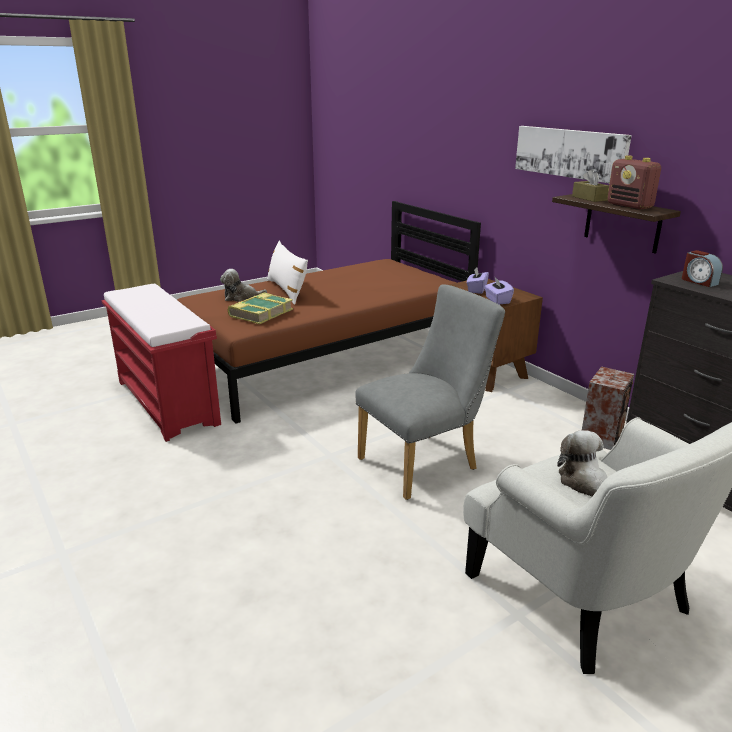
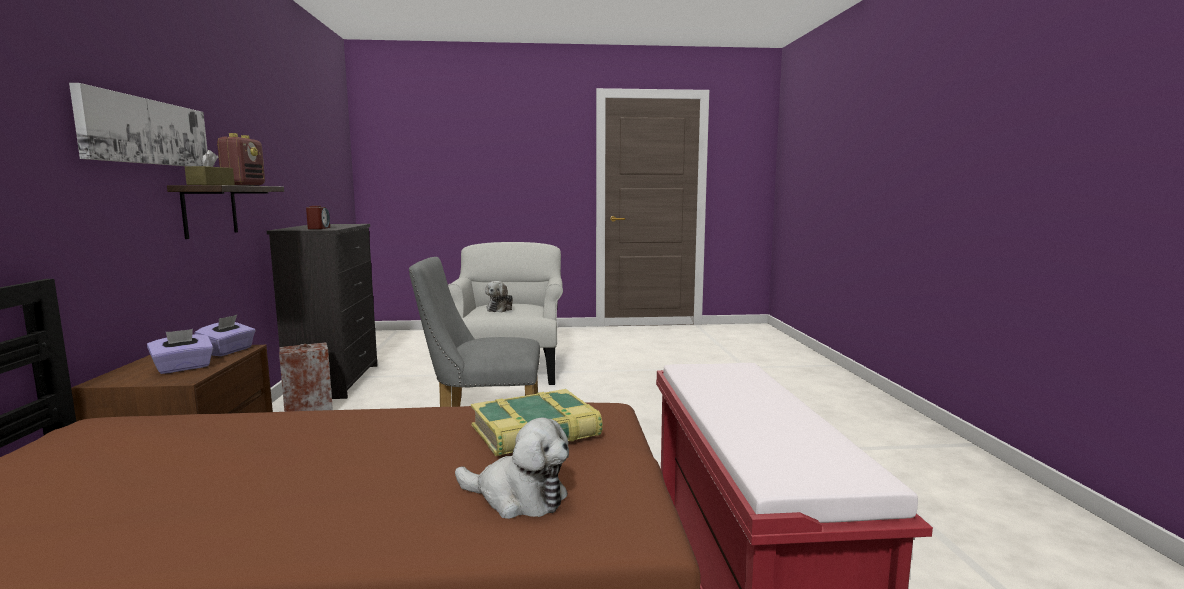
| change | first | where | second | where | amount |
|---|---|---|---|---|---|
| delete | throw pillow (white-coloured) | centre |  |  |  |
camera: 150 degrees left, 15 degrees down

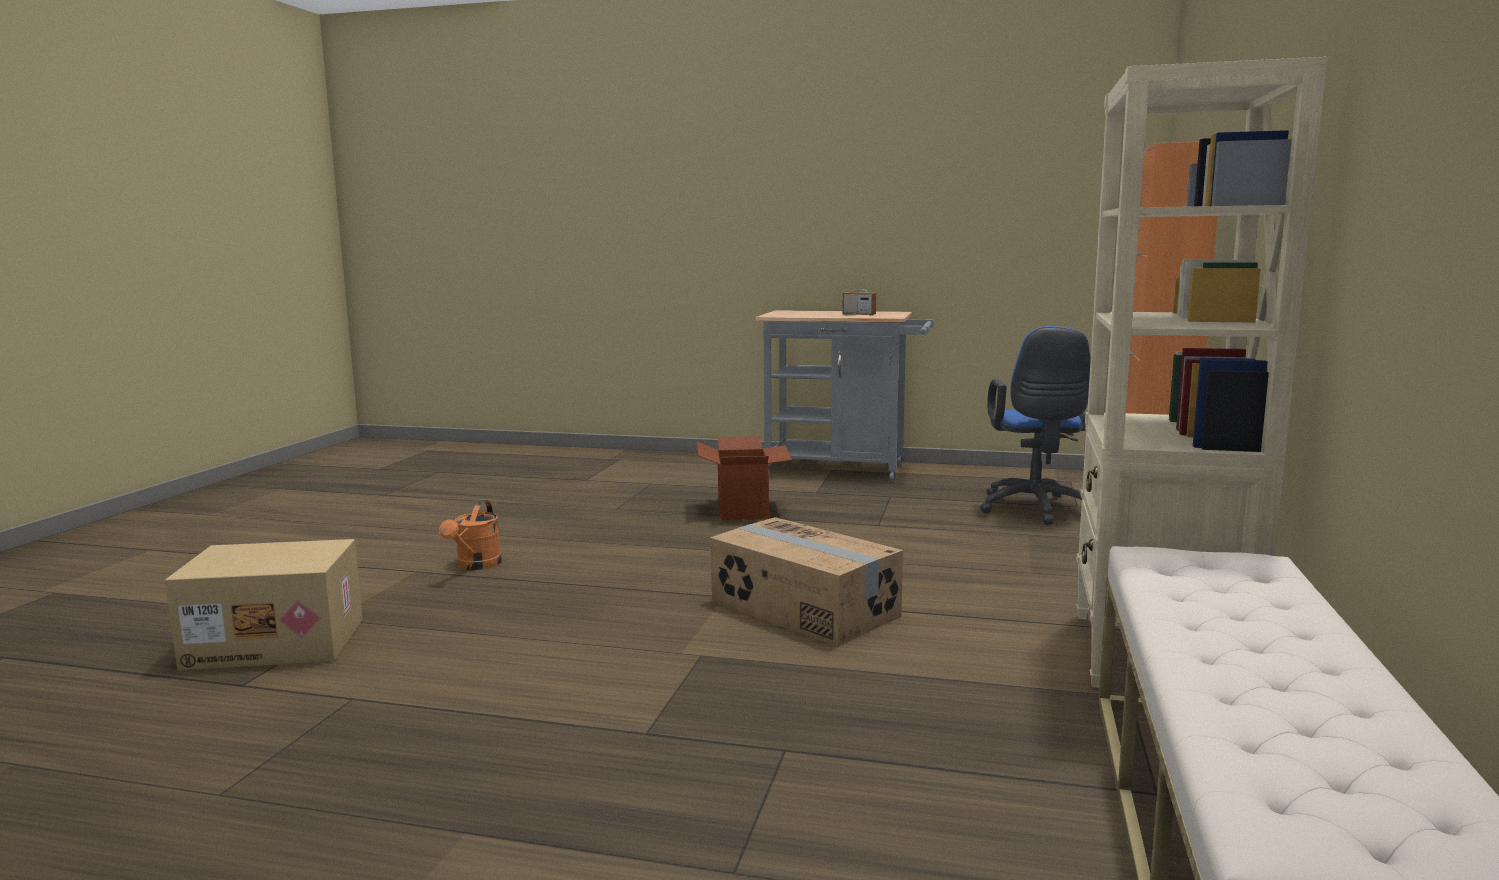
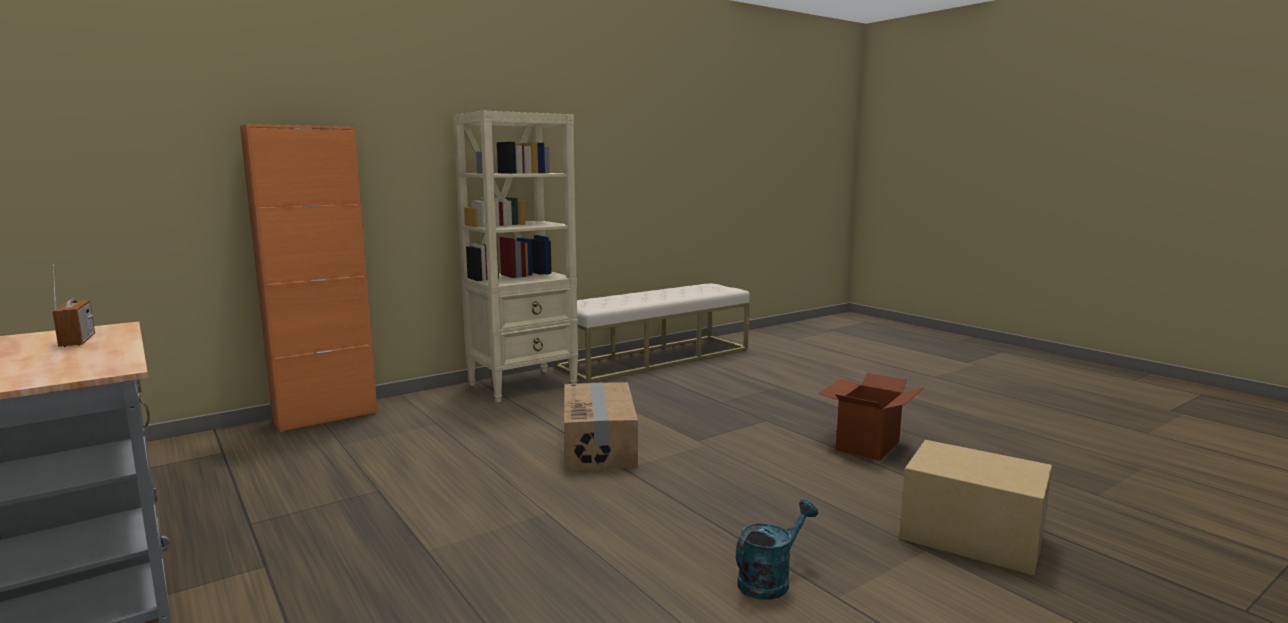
| change | first | where | second | where | amount |
|---|---|---|---|---|---|
| recolor | watering pot (orangey) | middle left | watering pot (turquoise) | bottom centre |  |
| move | cardboard box (2nd from left) | centre |  | bottom right |  |
| delete | desk chair (blue-coloured) | middle right |  |  |  |
camera: 140 degrees left, 0 degrees up

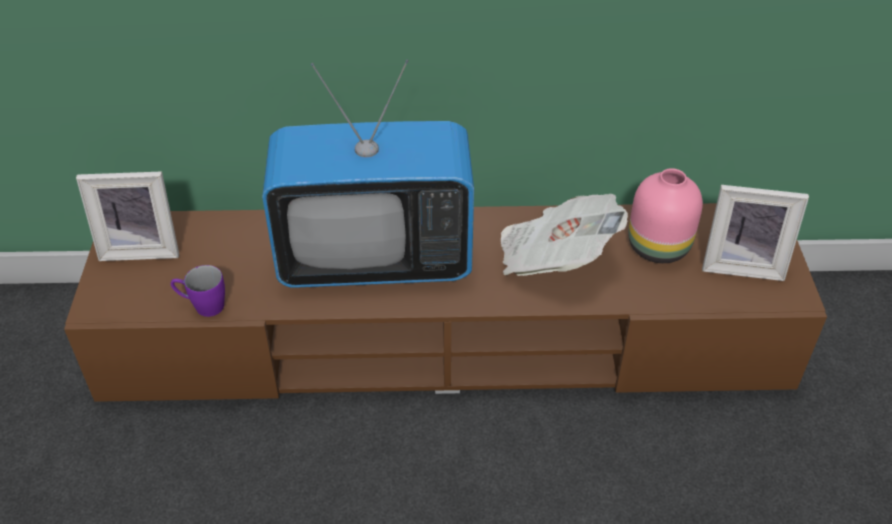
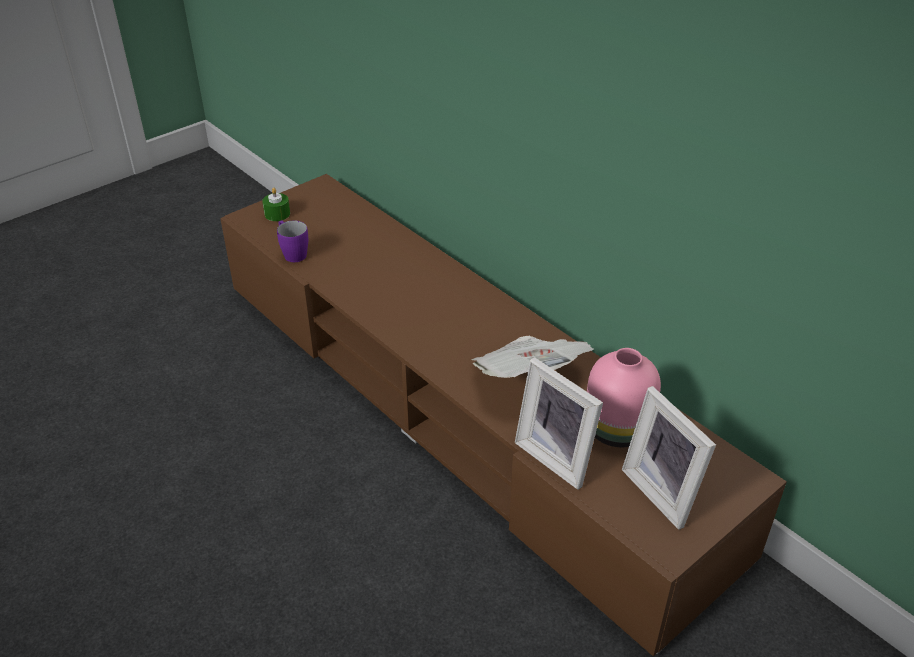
| change | first | where | second | where | amount |
|---|---|---|---|---|---|
| move | standing frame (1st from left) | middle left |  | centre |  |
| delete | TV set | top centre |  |  |  |
| insert |  |  | wax light (green-coloured) | top left |  |
camera: 50 degrees right, 5 degrees down

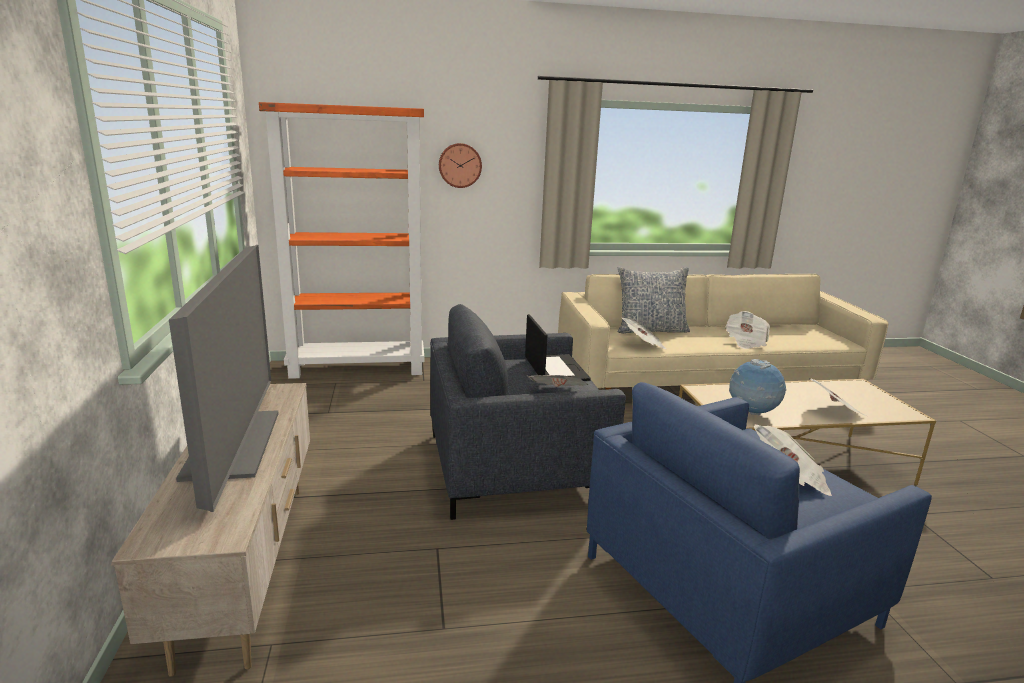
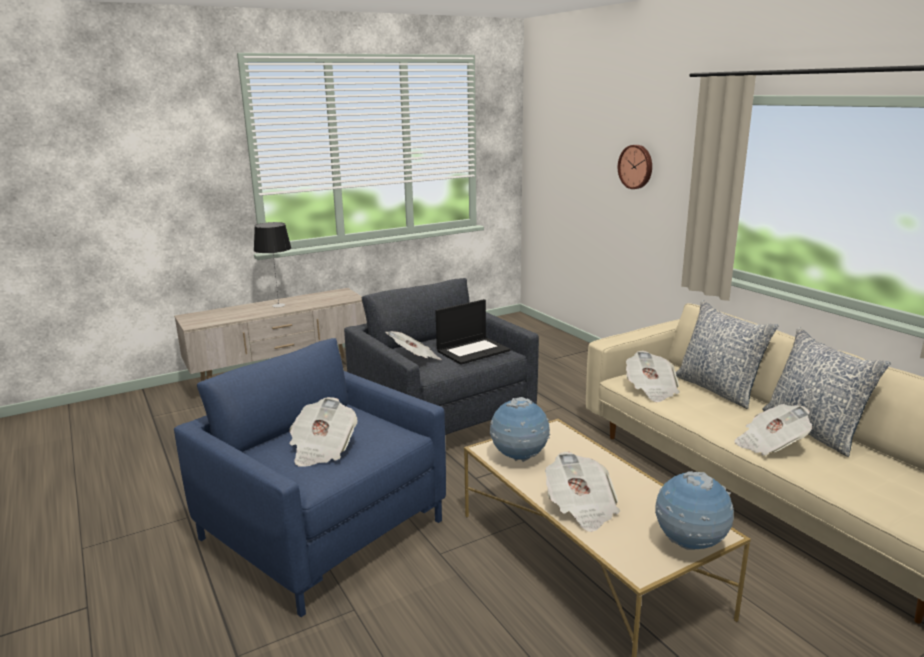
| change | first | where | second | where | amount |
|---|---|---|---|---|---|
| replace | TV set | middle left | tabletop lamp | middle left |  |
| delete | bookshelf (orangey) | middle left |  |  |  |
| insert |  |  | desk globe (2nd from left) | bottom right |  |
| insert |  |  | throw pillow (2nd from left) | middle right |  |
camera: 70 degrees right, 0 degrees up

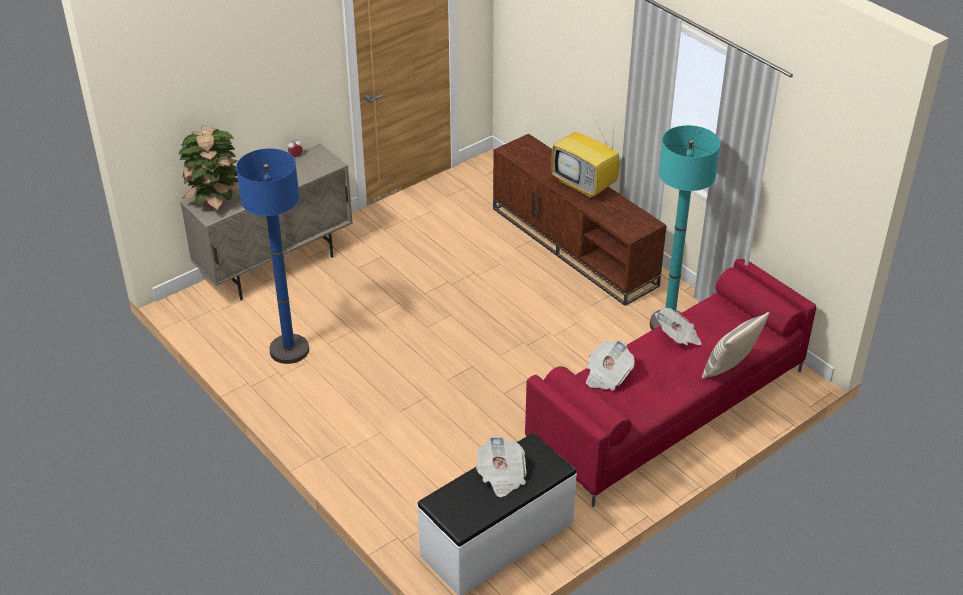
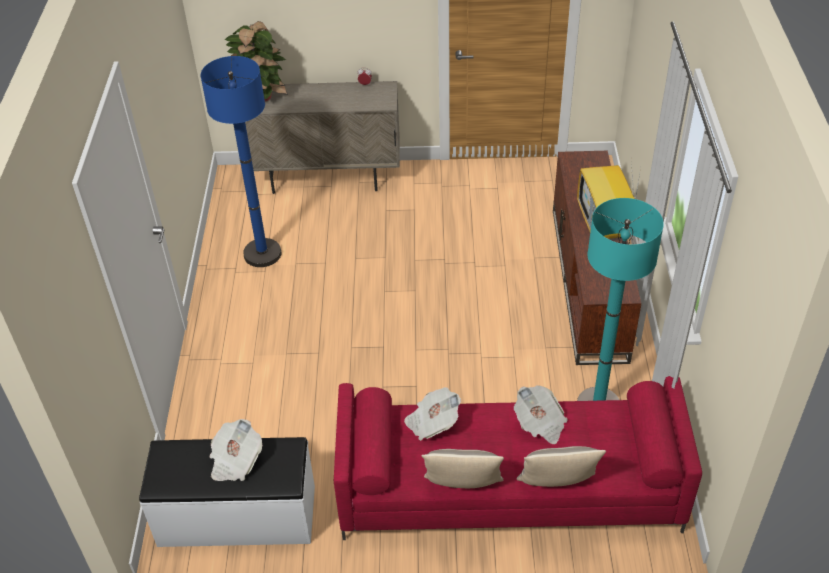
| change | first | where | second | where | amount |
|---|---|---|---|---|---|
| insert |  |  | throw pillow (1st from left) | bottom centre |  |
camera: 40 degrees right, 5 degrees up

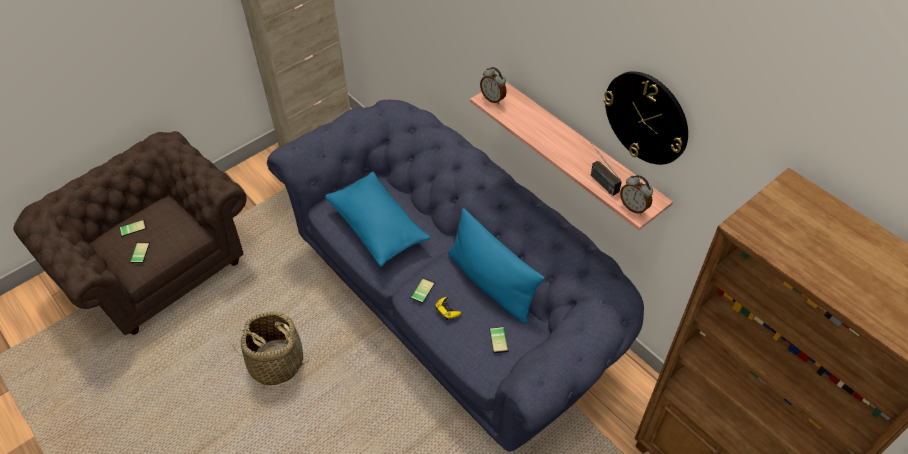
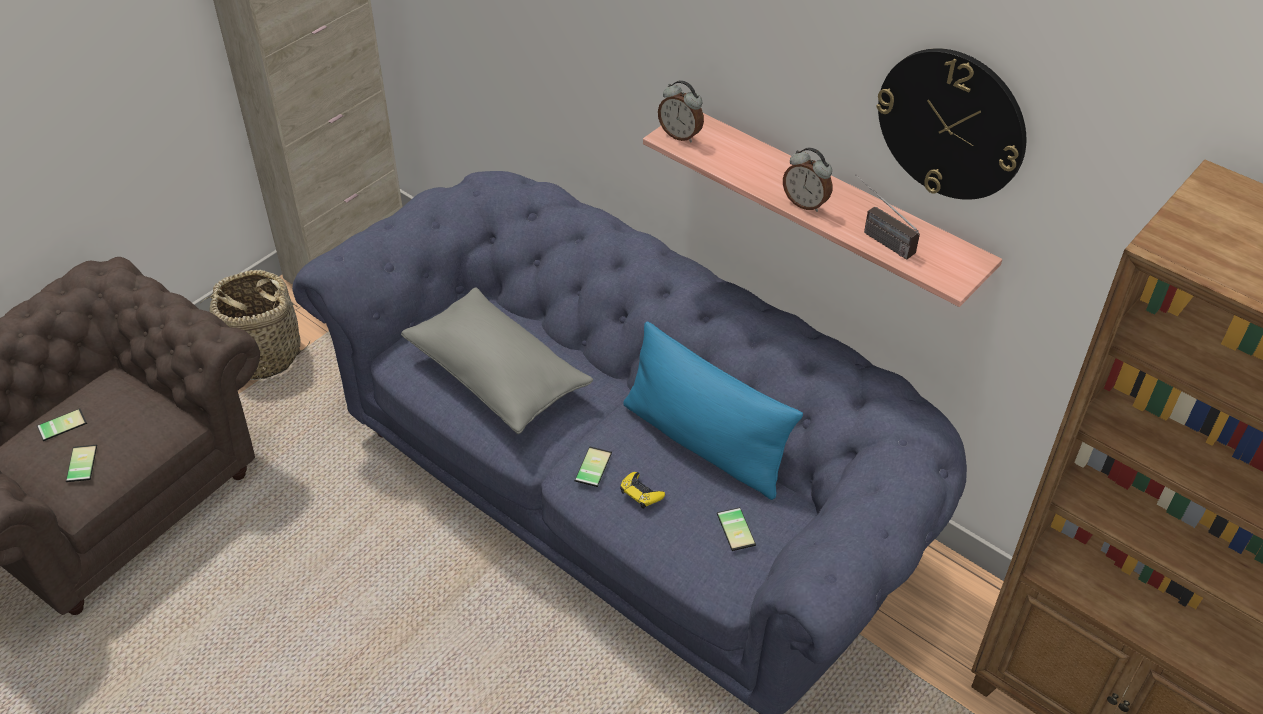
| change | first | where | second | where | amount |
|---|---|---|---|---|---|
| move | household basket | bottom left |  | middle left |  |
| recolor | throw pillow (blue-coloured) (1st from left) | centre | throw pillow (grey) | centre |  |
| move | bedside clock (2nd from left) | middle right |  | top centre |  |
camera: 10 degrees left, 5 degrees down

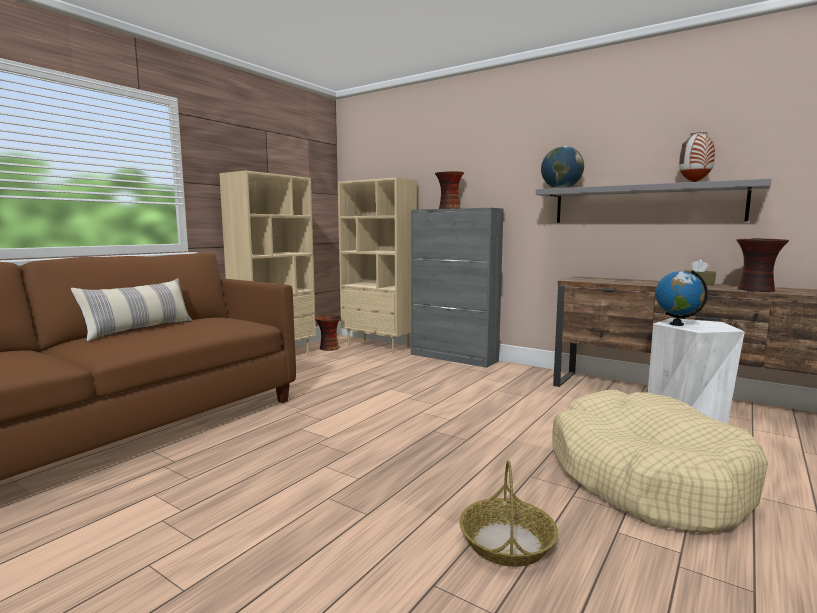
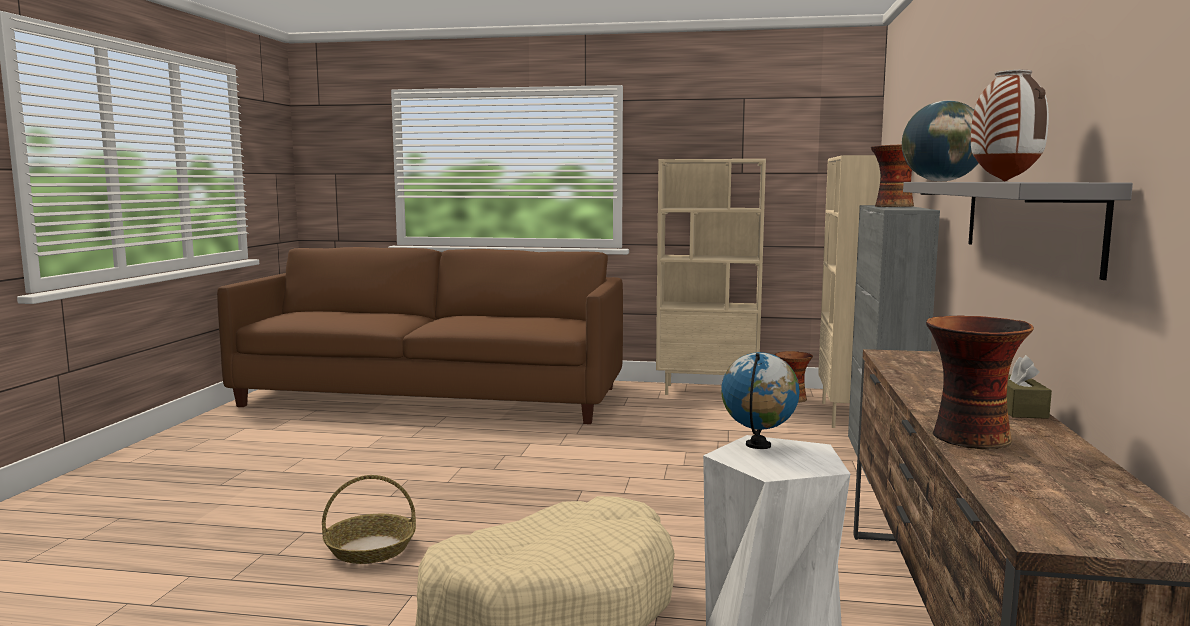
| change | first | where | second | where | amount |
|---|---|---|---|---|---|
| delete | throw pillow | middle left |  |  |  |
camera: 65 degrees right, 0 degrees up

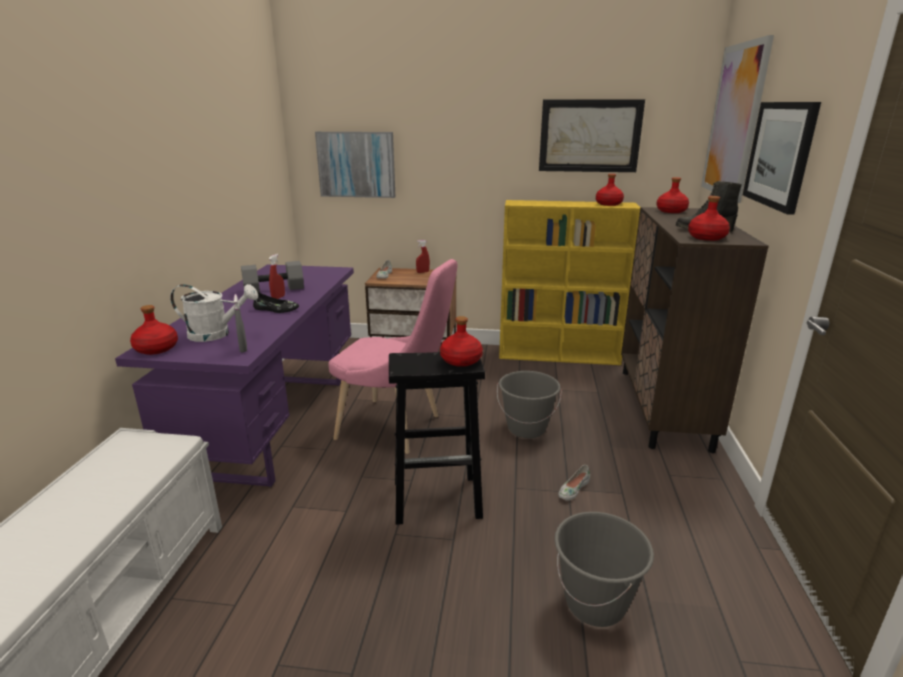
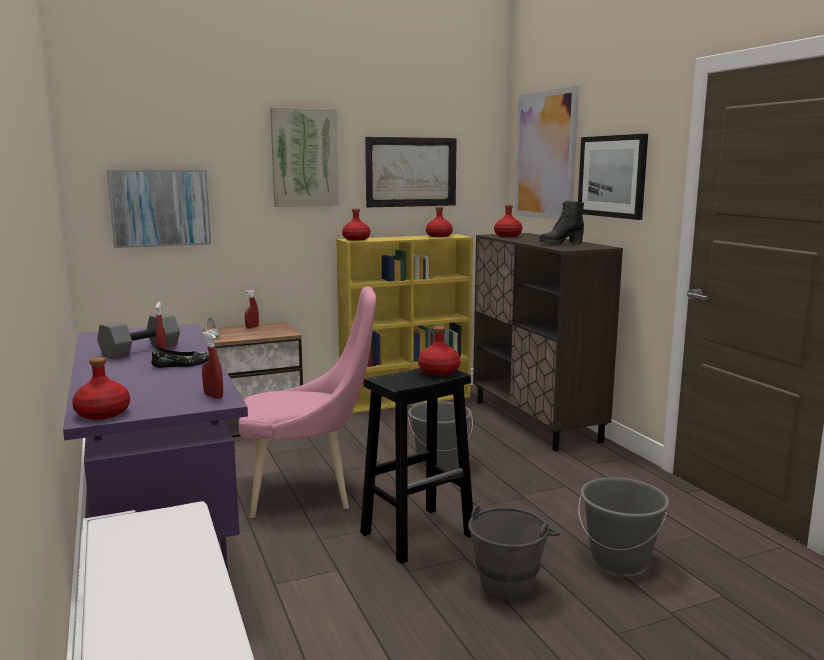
| change | first | where | second | where | amount |
|---|---|---|---|---|---|
| delete | watering pot (white-coloured) | middle left |  |  |  |
| recolor | hand sprayer (grey) | middle left | hand sprayer (red-coloured) (2nd from left) | middle left |  |
| delete | item of footwear (white-coloured) (2nd from left) | bottom centre |  |  |  |
| move | beverage bottle (red-coloured) (5th from left in the first image) | top right | beverage bottle (red-coloured) (2nd from left) | centre |  |
| insert |  |  | picture (2nd from left) | top centre |  |
| insert |  |  | bucket (grey) (2nd from left) | bottom centre |  |
camera: 30 degrees left, 10 degrees down

